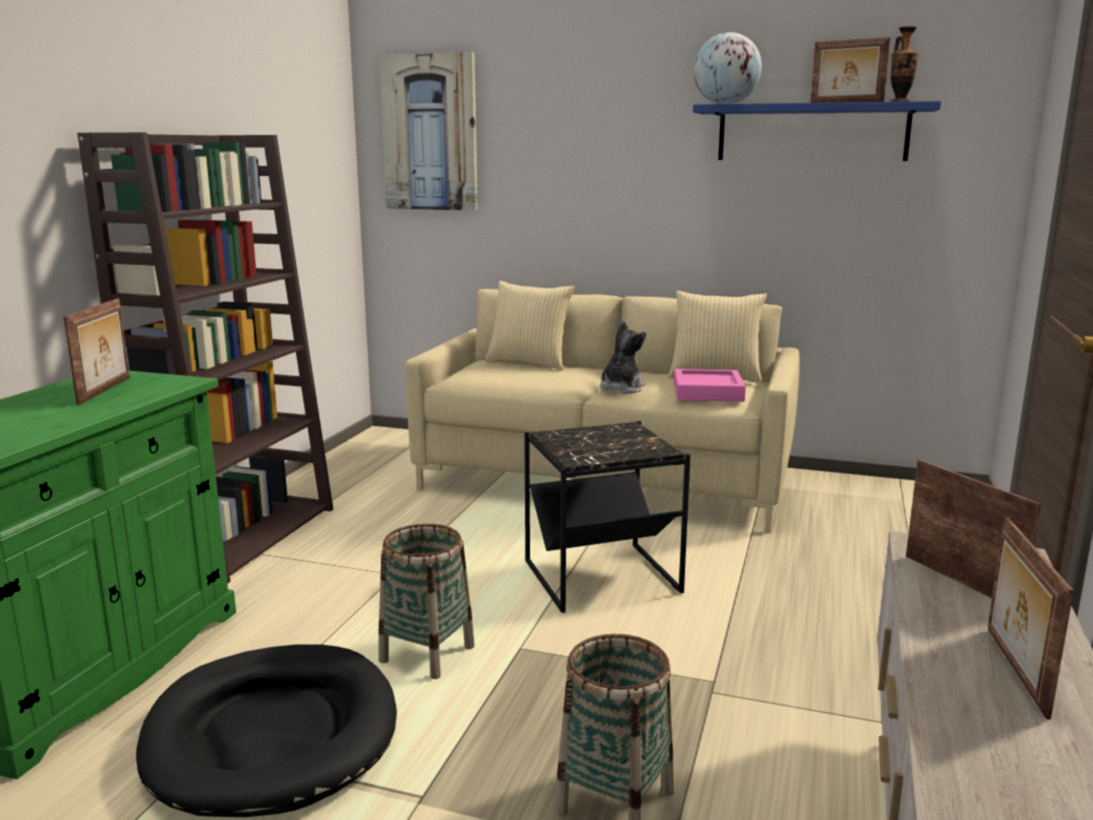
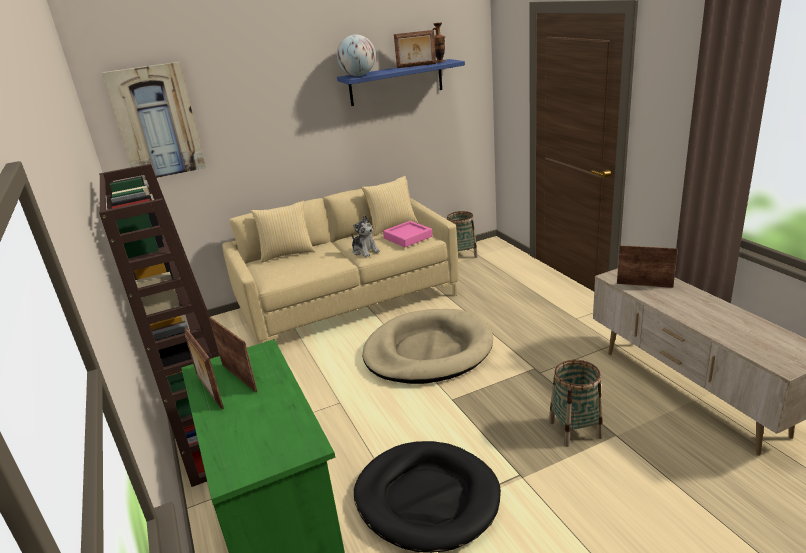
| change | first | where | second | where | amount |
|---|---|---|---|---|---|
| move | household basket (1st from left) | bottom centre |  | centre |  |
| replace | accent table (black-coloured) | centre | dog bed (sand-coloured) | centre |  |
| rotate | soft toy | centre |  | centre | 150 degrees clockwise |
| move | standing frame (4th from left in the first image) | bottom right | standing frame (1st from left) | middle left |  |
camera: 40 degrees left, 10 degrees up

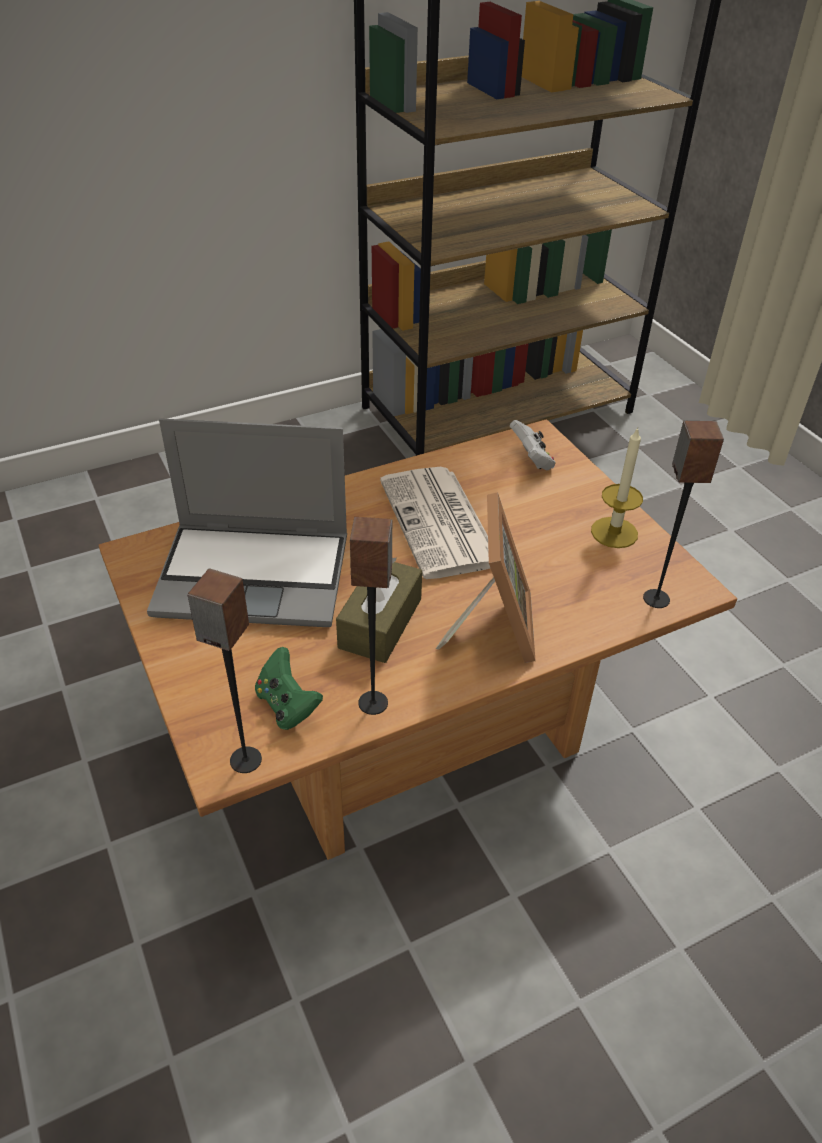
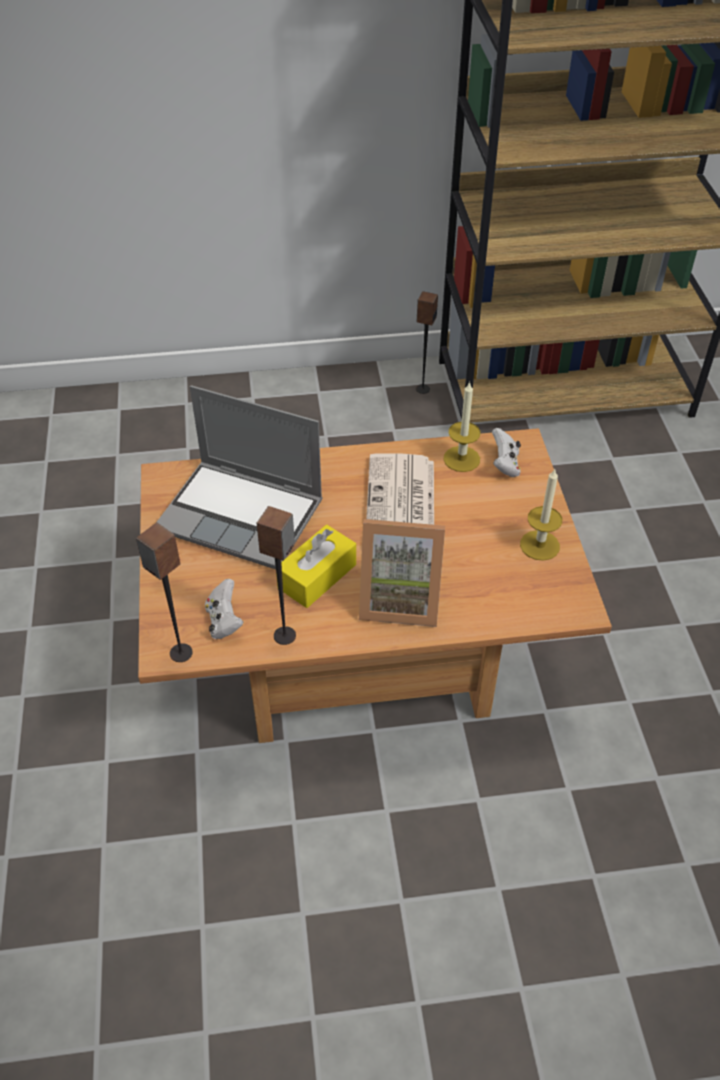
| change | first | where | second | where | amount |
|---|---|---|---|---|---|
| recolor | game controller (green-coloured) | centre | game controller (white-coloured) (1st from left) | middle left |  |
| recolor | tissue holder (brown) | centre | tissue holder (yellow-coloured) | centre |  |
| rotate | standing frame | centre |  | centre | 75 degrees clockwise |
| move | audio speaker (3rd from left) | middle right |  | top centre |  |
| insert |  |  | wax light (1st from left) | centre |  |
camera: 20 degrees right, 5 degrees up

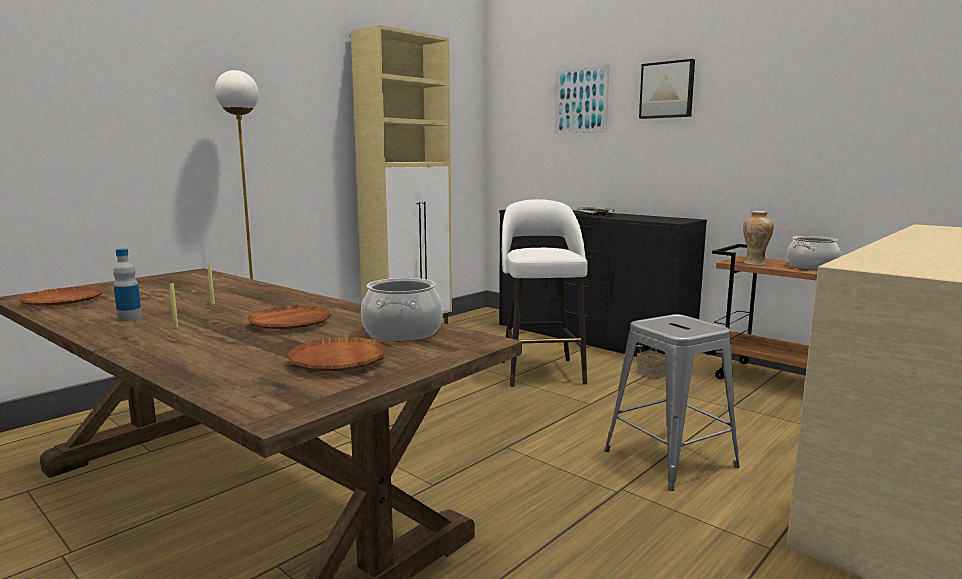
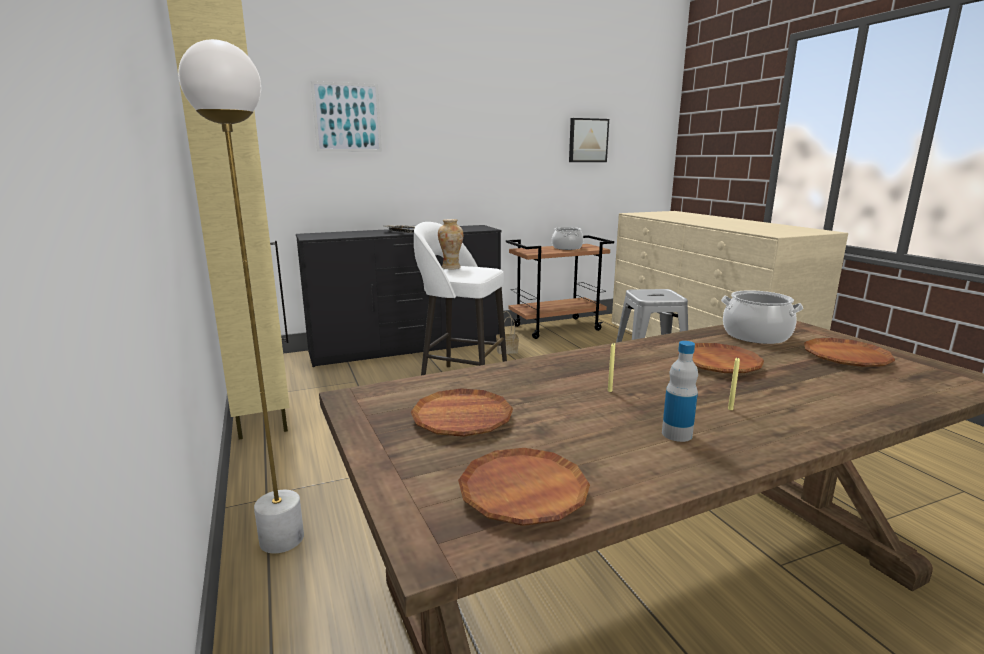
| change | first | where | second | where | amount |
|---|---|---|---|---|---|
| move | picture (2nd from left) | top right |  | top centre |  |
| move | flower vase | middle right |  | centre |  |
| insert |  |  | plate (brown) (1st from left) | centre |  |
camera: 65 degrees left, 5 degrees up

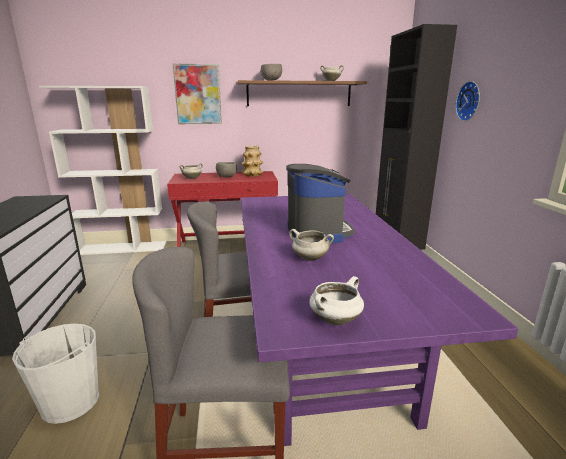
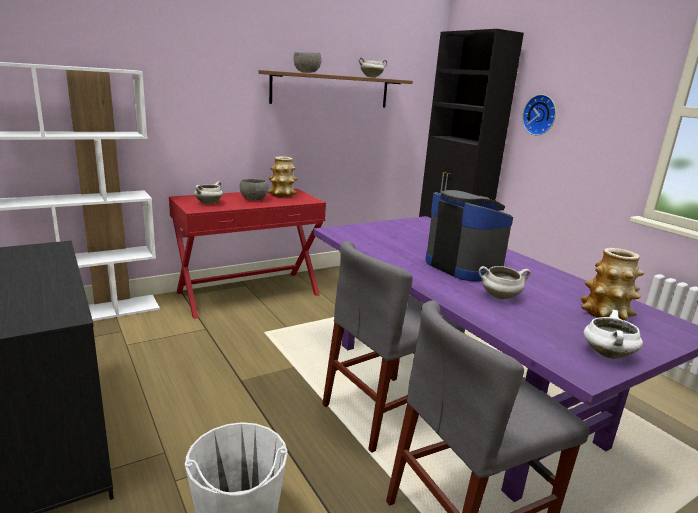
| change | first | where | second | where | amount |
|---|---|---|---|---|---|
| delete | picture | top centre |  |  |  |
| insert |  |  | flower vase (2nd from left) | middle right |  |
camera: 25 degrees left, 0 degrees up

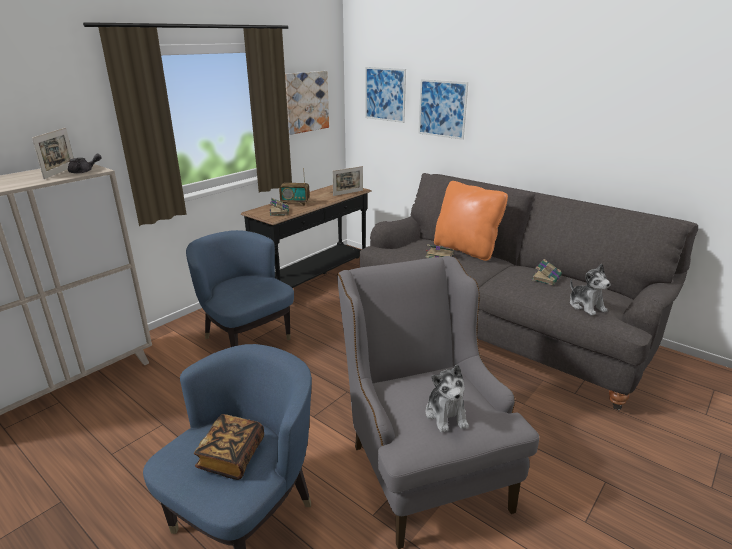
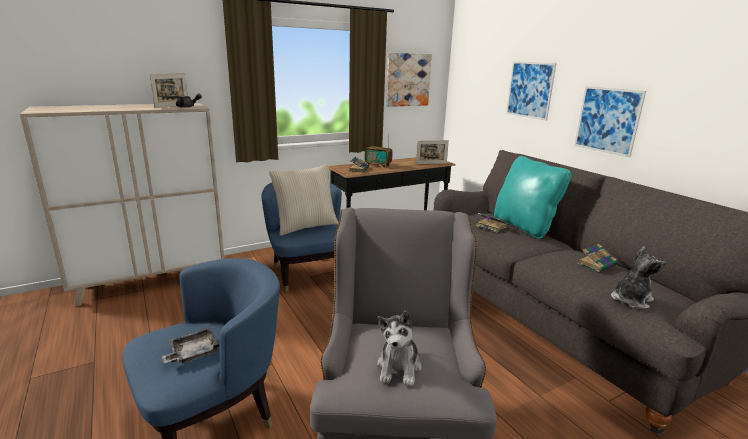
| change | first | where | second | where | amount |
|---|---|---|---|---|---|
| replace | book (1st from left) | bottom left | carrying tray (grey) | bottom left |  |
| move | picture (2nd from left in the first image) | top centre | picture (3rd from left) | top right |  |
| recolor | throw pillow (orangey) | centre | throw pillow (turquoise) | middle right |  |
| rotate | soft toy (2nd from left) | middle right |  | middle right | 120 degrees counterclockwise |
| insert |  |  | throw pillow (sand-coloured) | centre |  |
camera: 20 degrees right, 5 degrees down

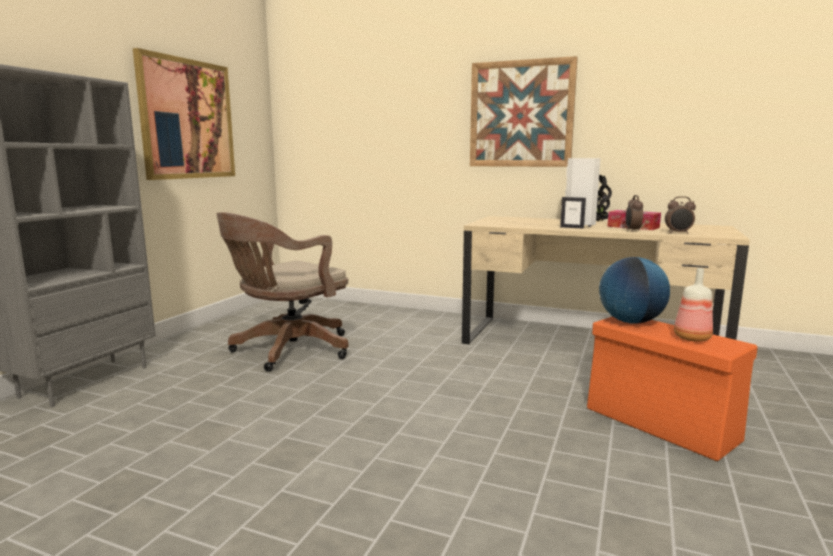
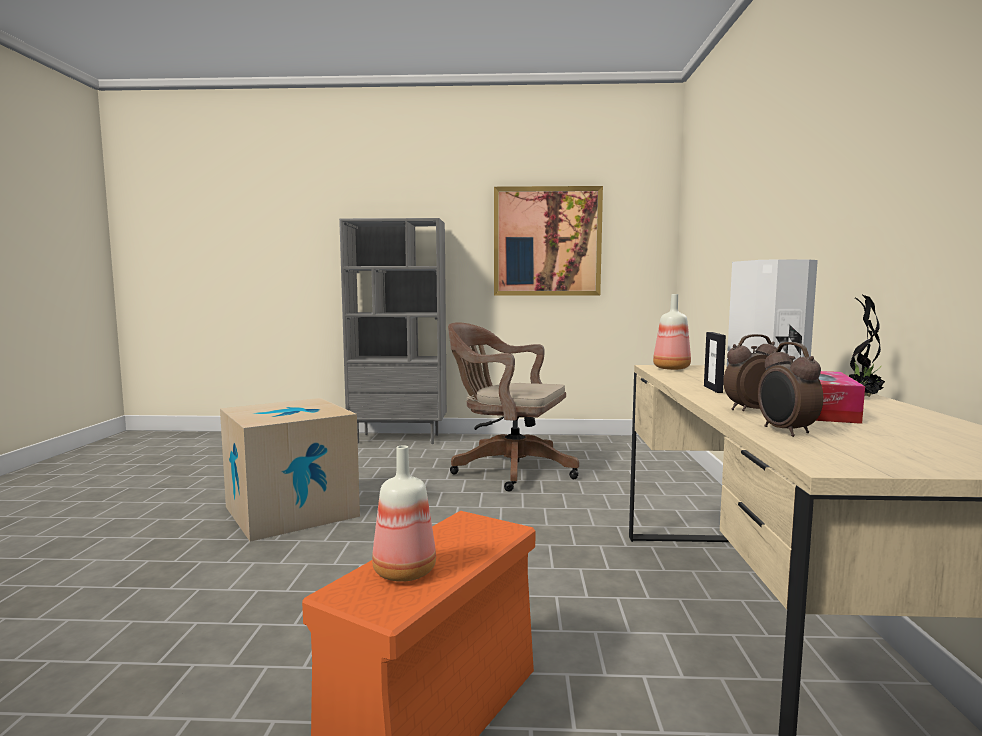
| change | first | where | second | where | amount |
|---|---|---|---|---|---|
| delete | picture (2nd from left) | top centre |  |  |  |
| delete | desk globe | middle right |  |  |  |
| insert |  |  | cardboard box | middle left |  |
| insert |  |  | beverage bottle (2nd from left) | middle right |  |
camera: 70 degrees right, 5 degrees down

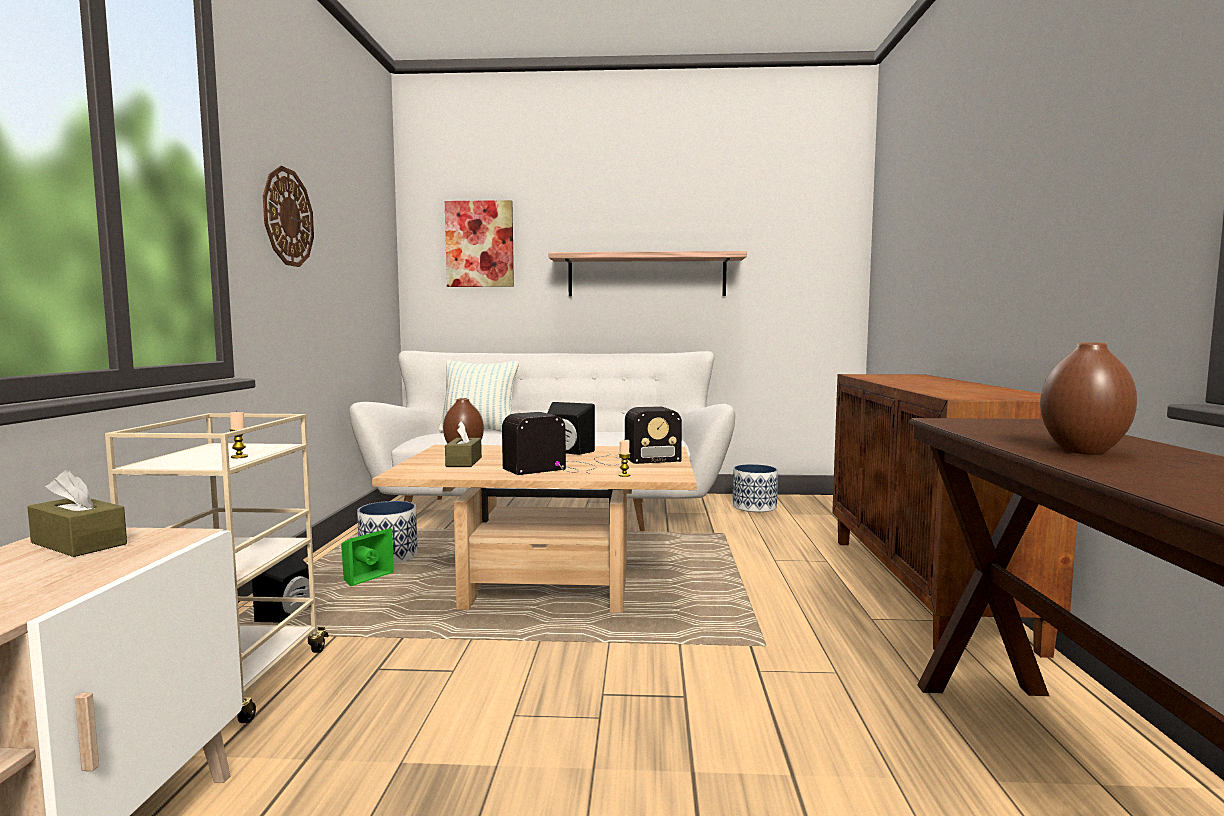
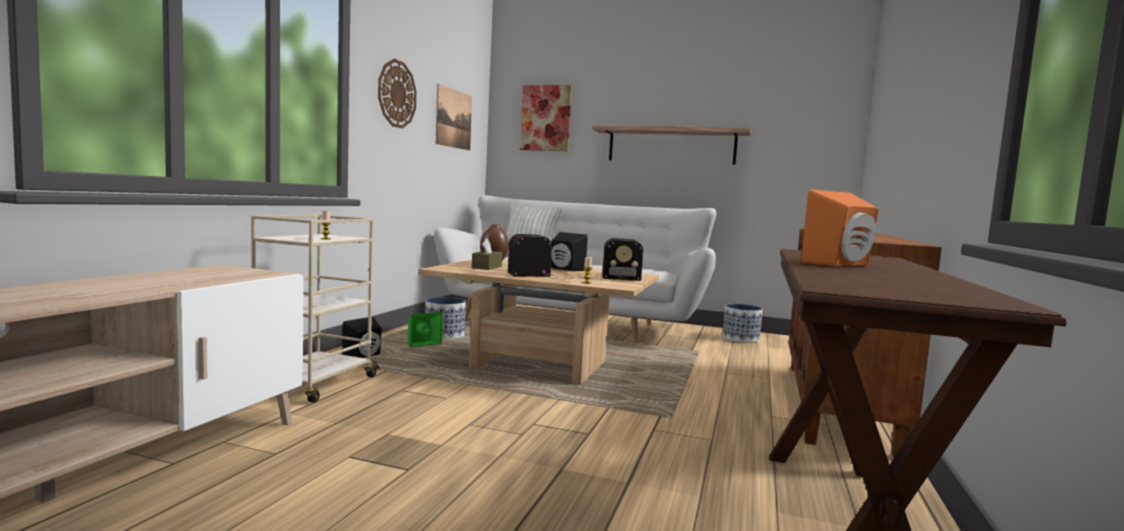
| change | first | where | second | where | amount |
|---|---|---|---|---|---|
| delete | tissue holder (brown) (1st from left) | middle left |  |  |  |
| replace | flower vase (brown) (2nd from left) | middle right | audio speaker (orangey) | middle right |  |
| insert |  |  | picture (1st from left) | top centre |  |
camera: 15 degrees right, 0 degrees up

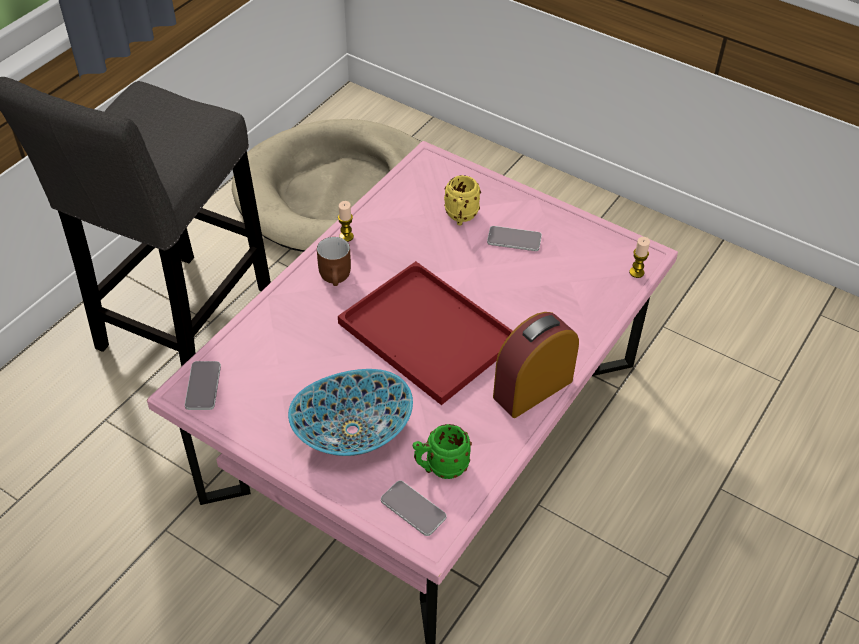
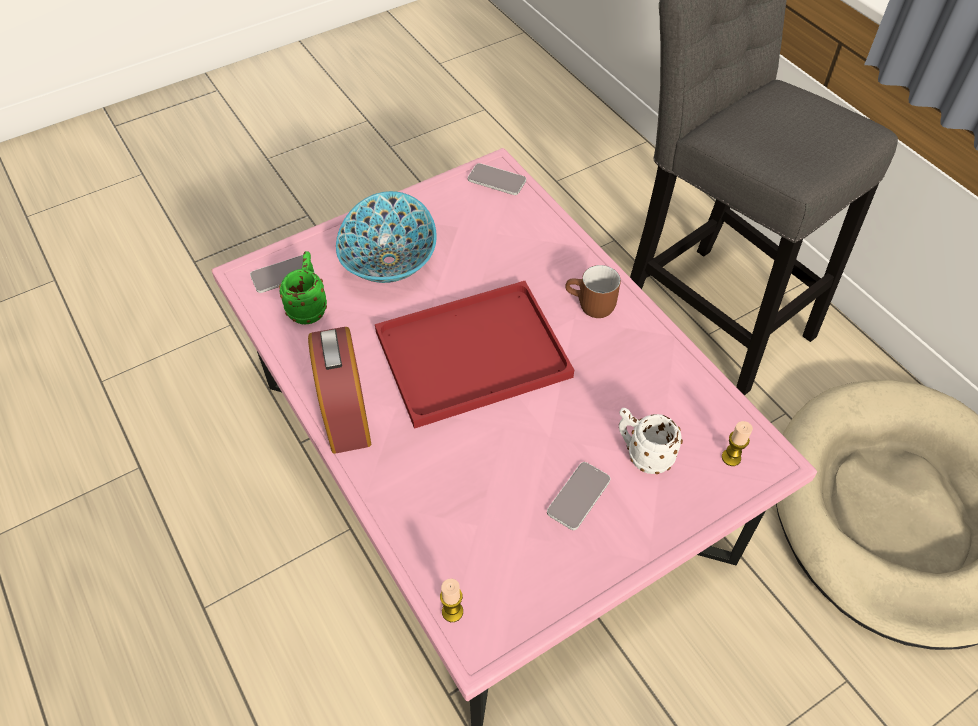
| change | first | where | second | where | amount |
|---|---|---|---|---|---|
| move | wax light (1st from left in the first image) | centre | wax light (2nd from left) | middle right |  |
| recolor | tea mug (yellow-coloured) | top centre | tea mug (white-coloured) | centre |  |
camera: 115 degrees right, 5 degrees up

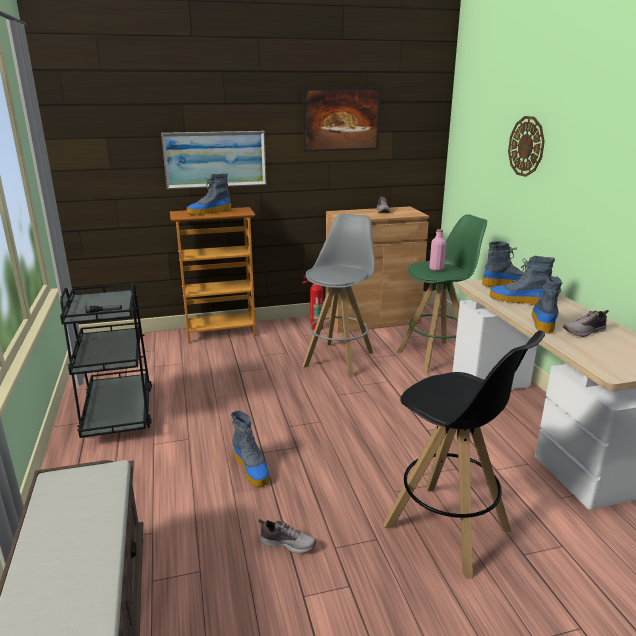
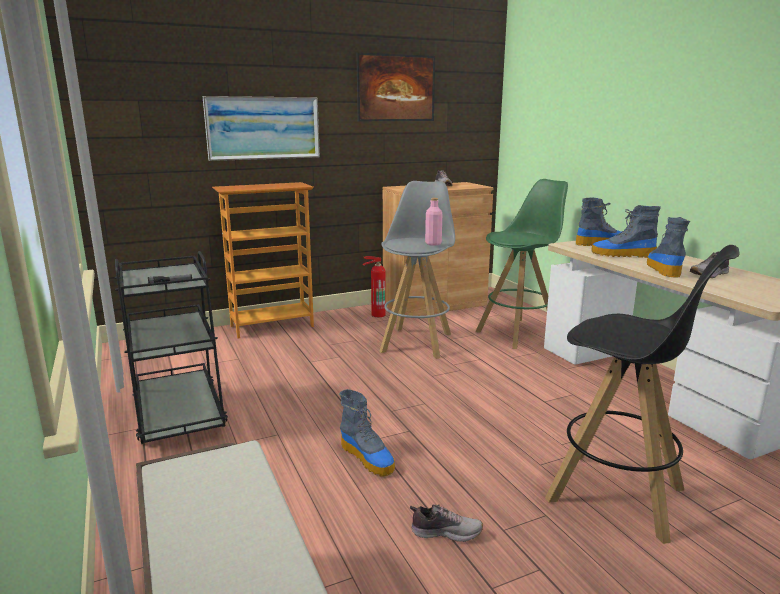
| change | first | where | second | where | amount |
|---|---|---|---|---|---|
| delete | high-top boot (1st from left) | top left |  |  |  |
| move | beverage bottle (pinkish) | middle right |  | centre |  |
| delete | clock on the wall | top right |  |  |  |
camera: 10 degrees left, 5 degrees down

